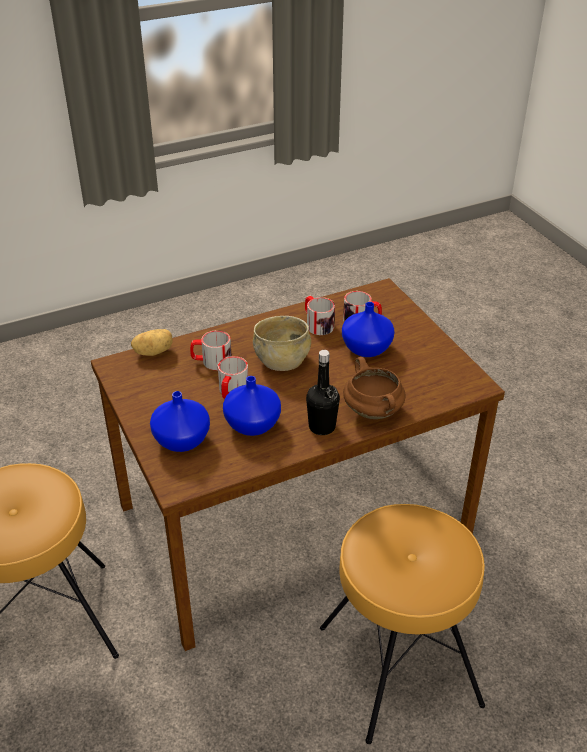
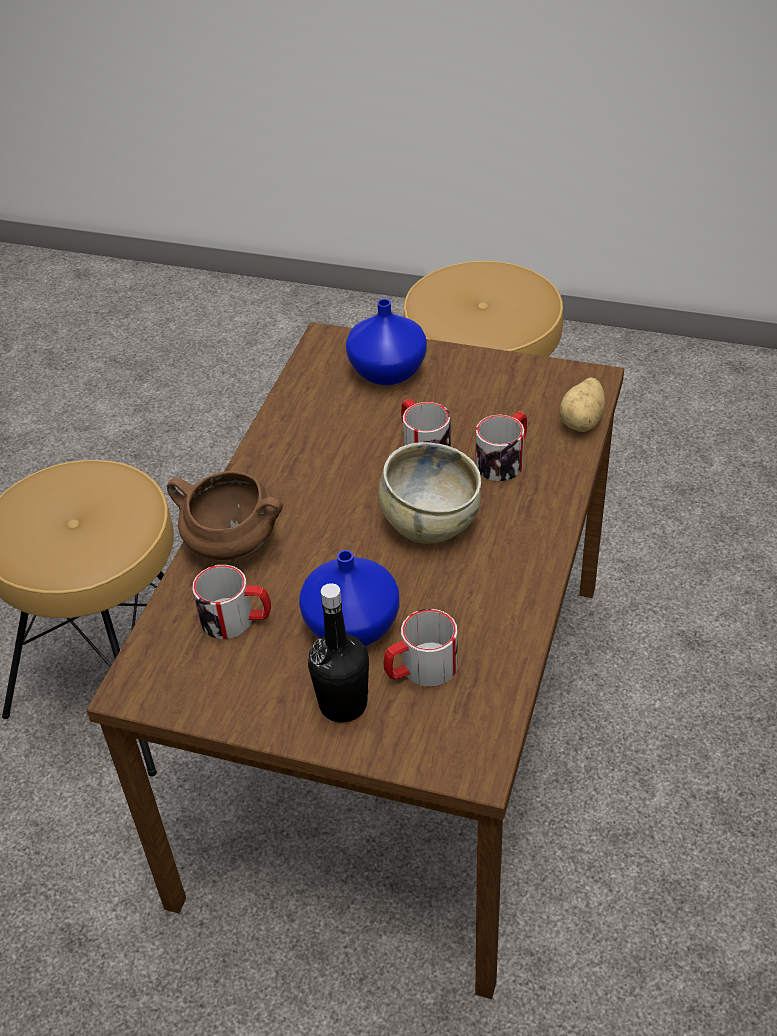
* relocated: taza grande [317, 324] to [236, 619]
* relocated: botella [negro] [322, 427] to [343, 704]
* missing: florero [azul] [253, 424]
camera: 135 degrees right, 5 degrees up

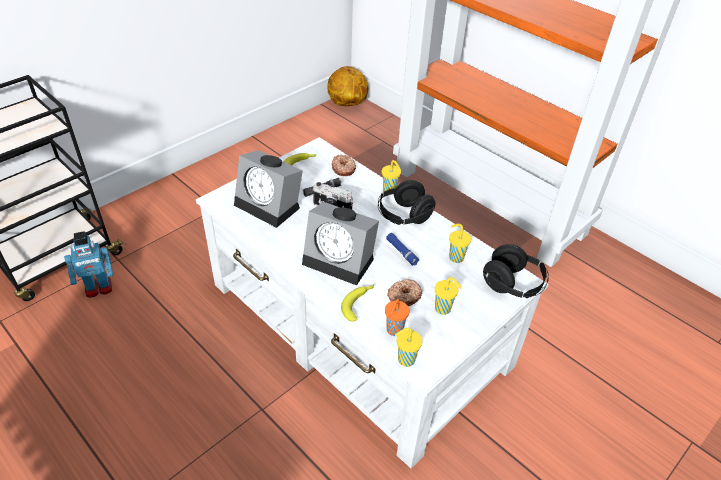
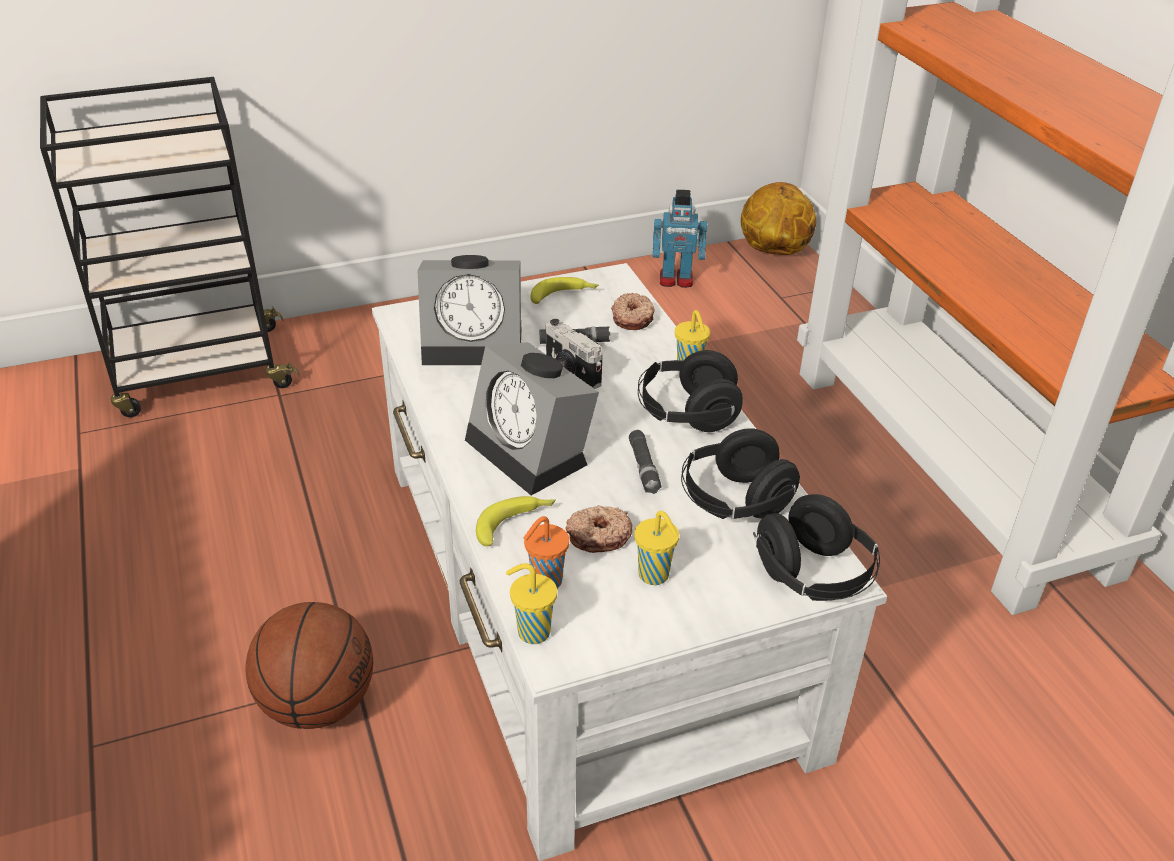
* appeared: balón de baloncesto [318, 702]
* spun: despertador [270, 205] = [476, 343] 60 degrees counterclockwise
* colour: linterna [azul] [402, 252] to linterna [negro] [644, 467]
* relocated: robot de juguete [98, 288] to [676, 280]
* exchanged: taza [amarillo] [455, 257] to auriculares [negro] [734, 501]
camera: 25 degrees right, 5 degrees down

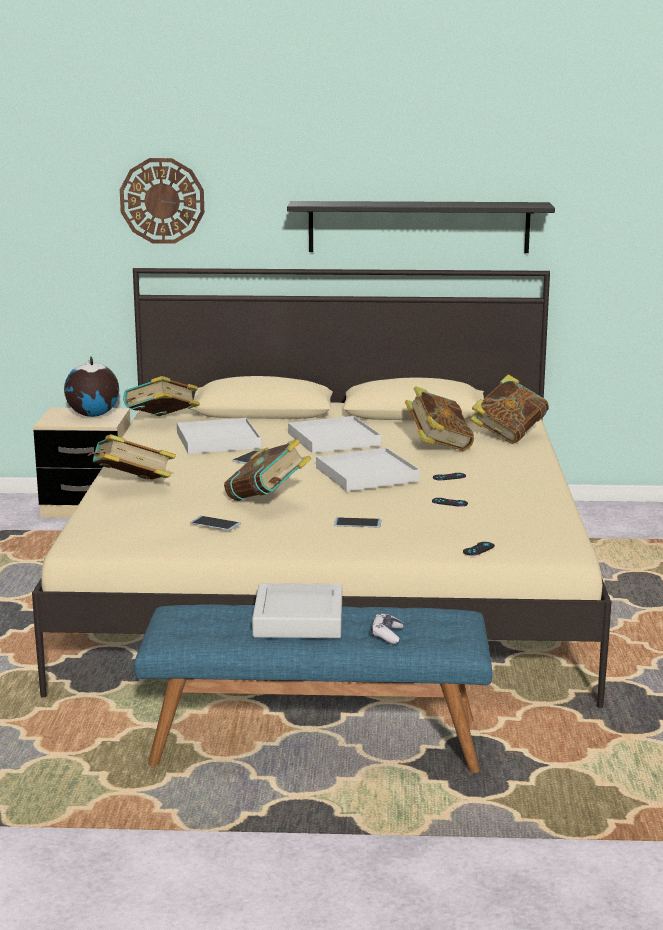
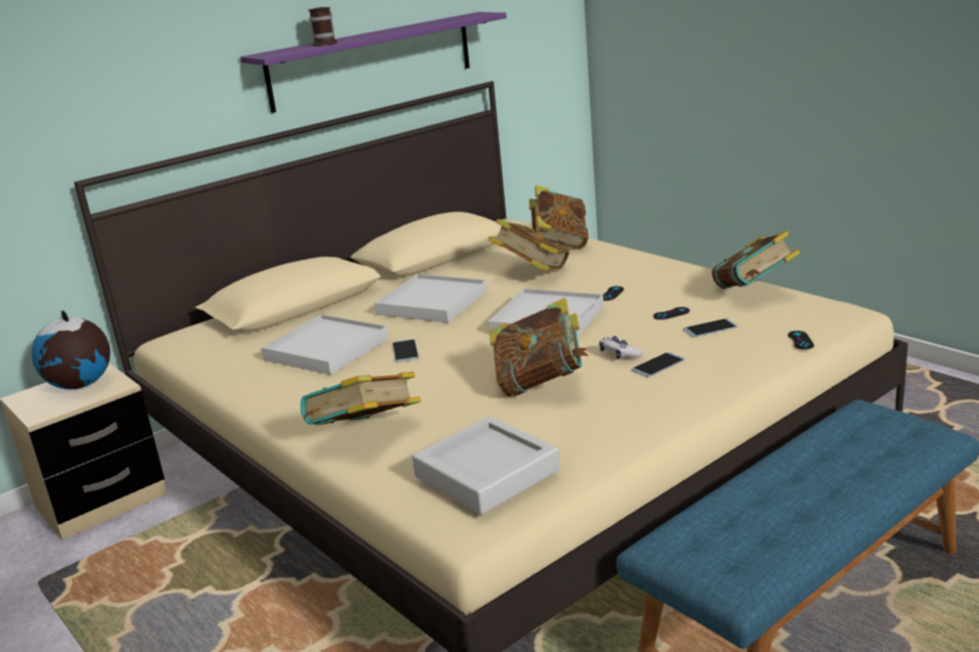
* colour: estante [negro] [418, 227] to estante [morado] [372, 60]
* appeared: taza grande [327, 43]
* relocated: bandeja [gris] [298, 619] to [487, 473]
* relocated: mando de consola [387, 635] to [619, 354]
* relocated: móvil [215, 524] to [710, 328]
* relocated: libro [162, 423] to [754, 292]
* missing: reloj de pared [162, 200]
camera: 40 degrees left, 5 degrees up

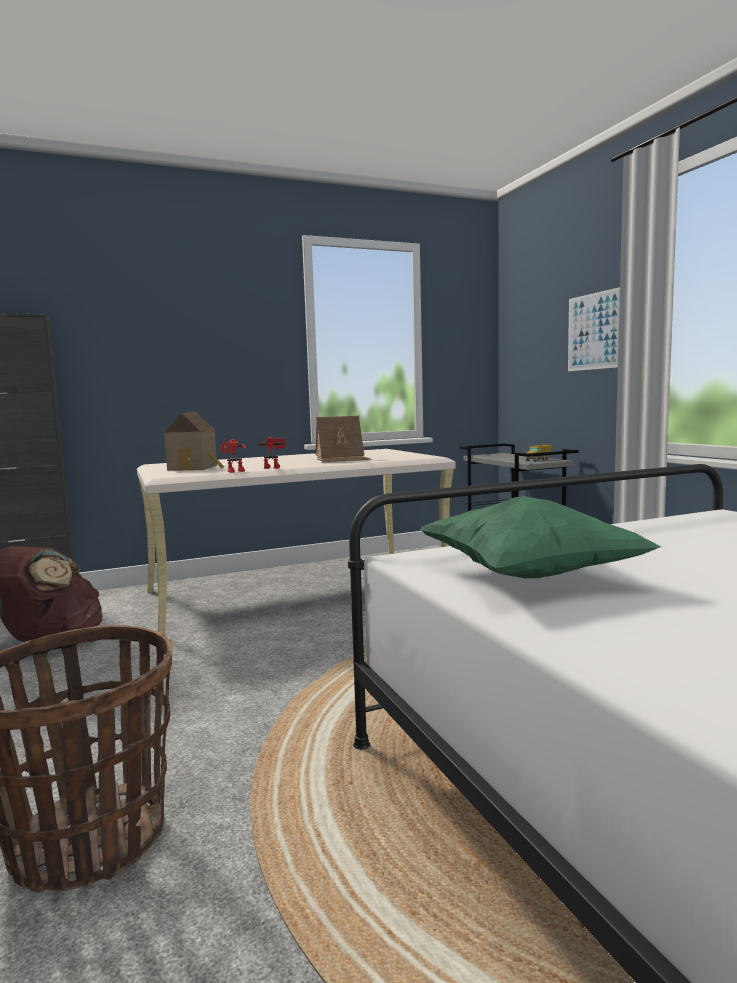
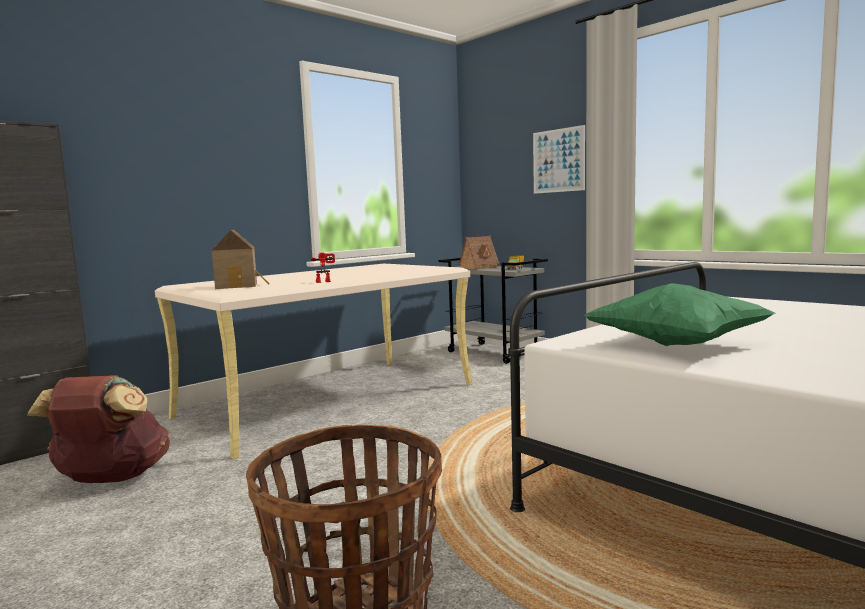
* relocated: casita [342, 459] to [480, 267]
* missing: robot de juguete [235, 471]
camera: 20 degrees left, 0 degrees up

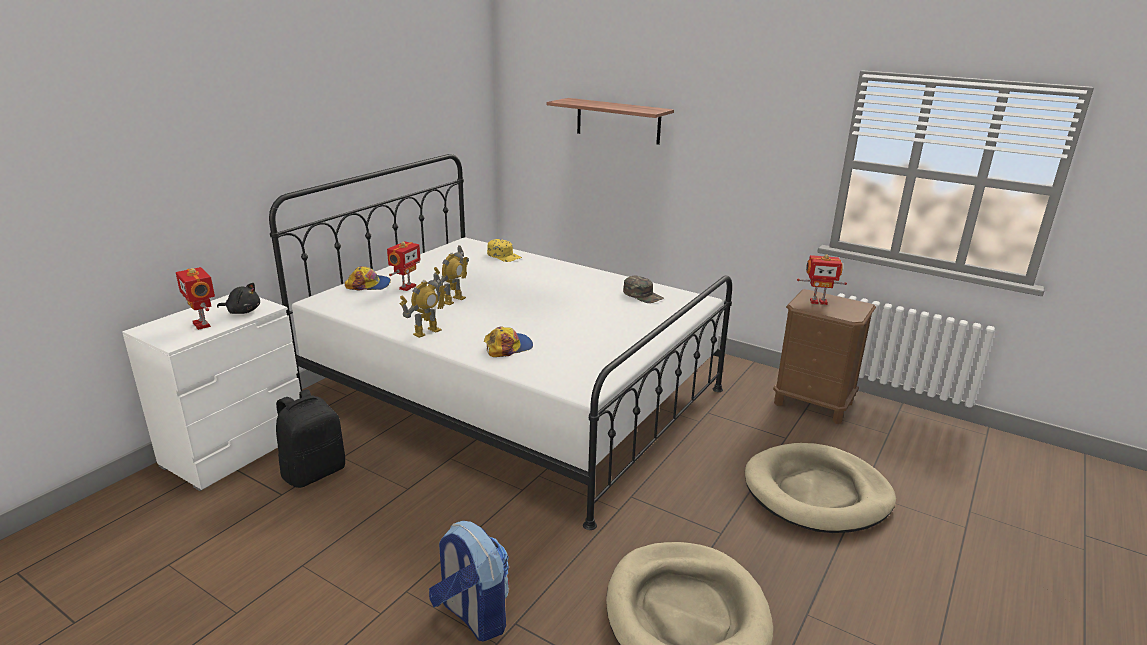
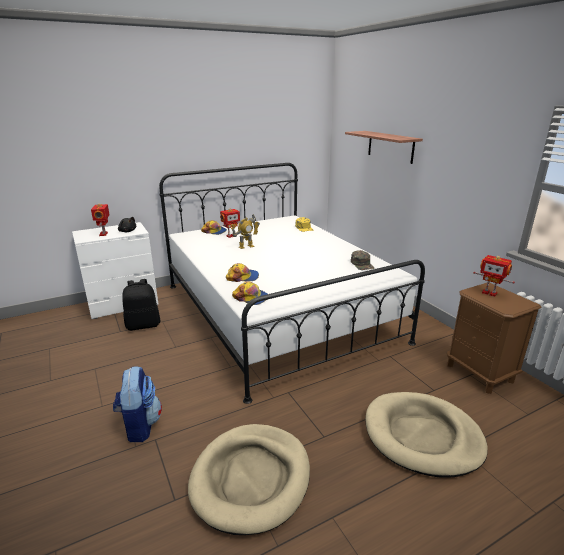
* appeared: gorra [251, 298]
* missing: robot de juguete [427, 332]
camera: 30 degrees right, 0 degrees up

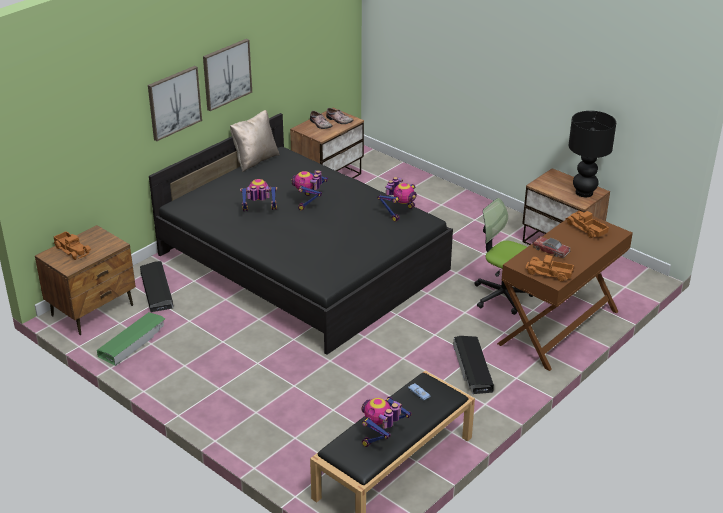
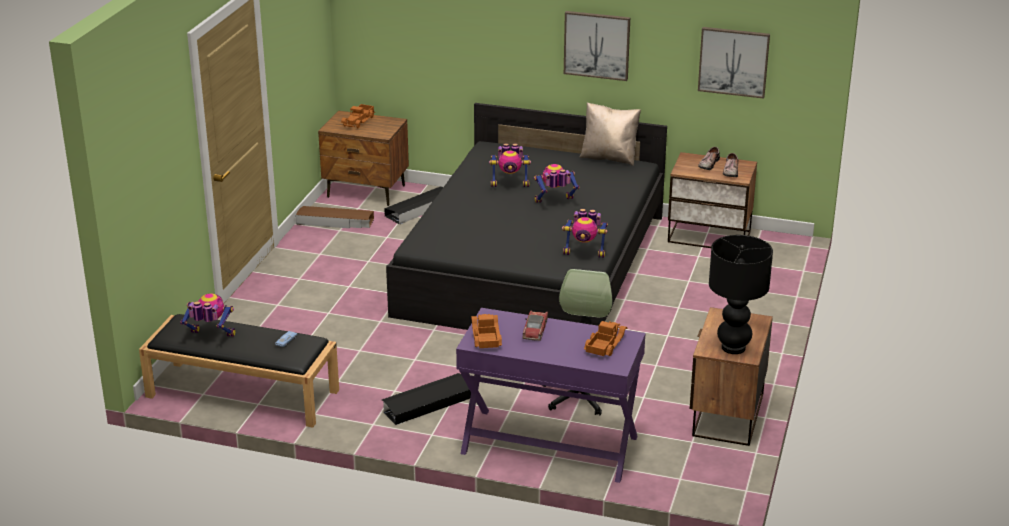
* colour: caja de almacenaje [verde] [133, 342] to caja de almacenaje [marrón] [335, 222]
* colour: escritorio [marrón] [559, 328] to escritorio [morado] [549, 445]
* spun: robot de juguete [259, 212] = [510, 184] 120 degrees clockwise
* relocated: cuadro [174, 102] to [733, 61]
camera: 65 degrees right, 5 degrees down

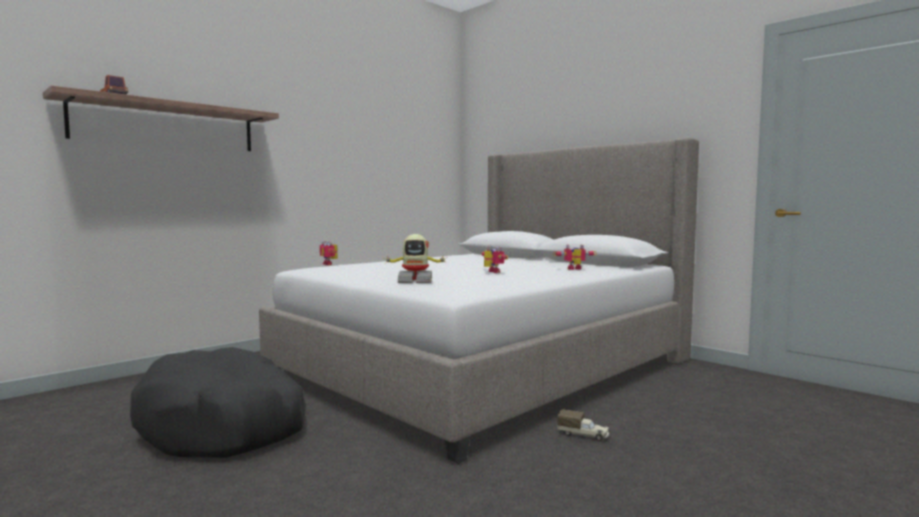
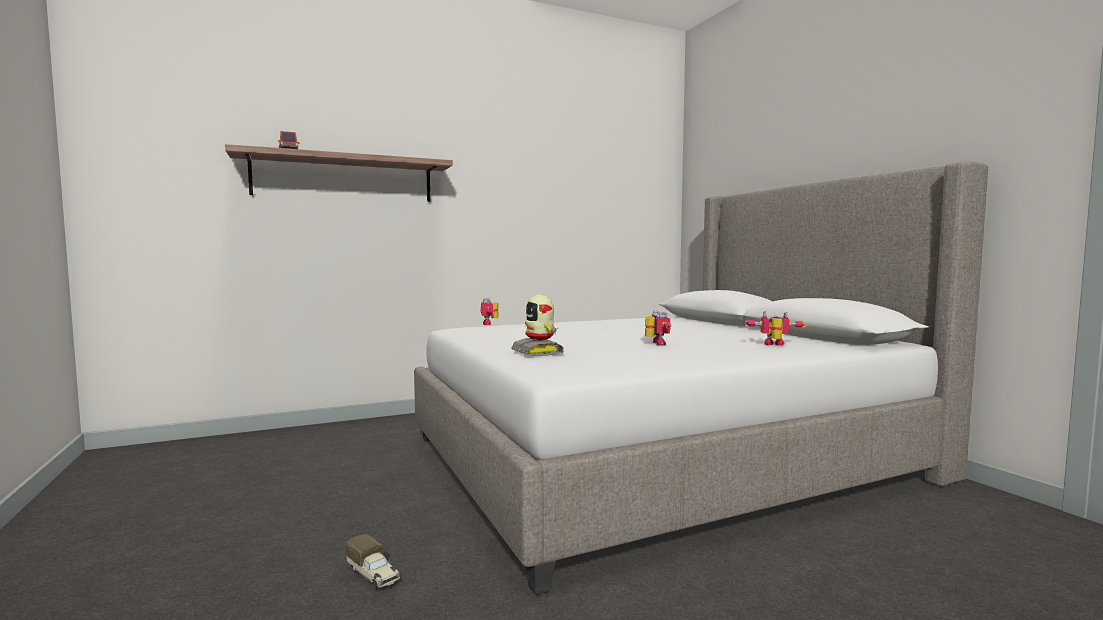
* relocated: camión de juguete [583, 435] to [374, 576]
* spun: robot de juguete [415, 281] = [538, 352] 45 degrees clockwise
* missing: cama para perro [negro] [225, 425]
camera: 20 degrees right, 0 degrees up

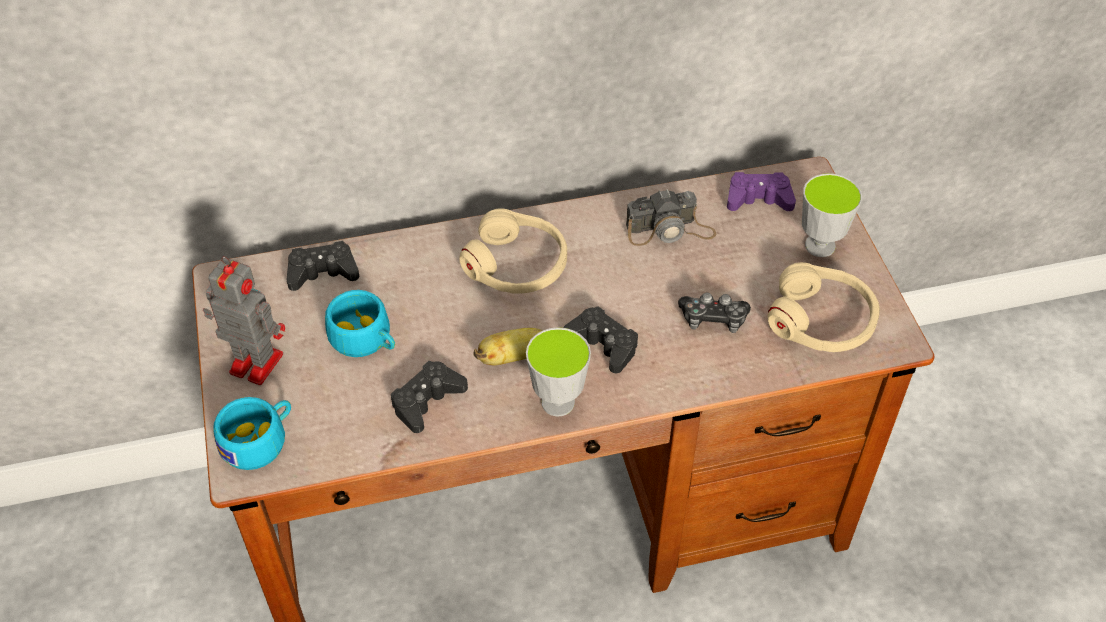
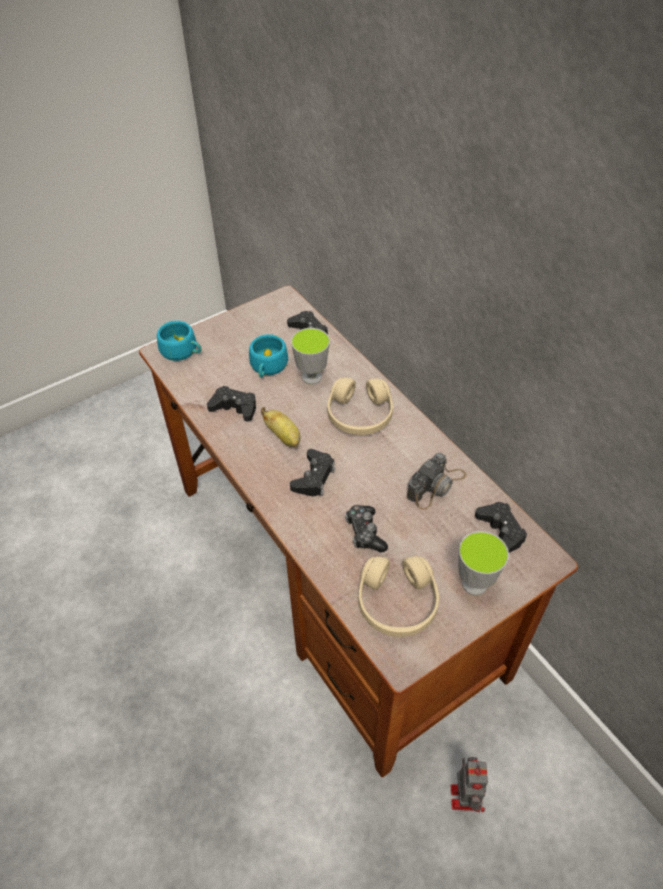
* relocated: taza [558, 402] to [312, 377]
* spun: cámara [670, 230] = [436, 485] 105 degrees counterclockwise
* relocated: robot de juguete [254, 362] to [465, 795]
* colour: mando de consola [morado] [758, 199] to mando de consola [negro] [500, 531]
camera: 70 degrees right, 0 degrees up

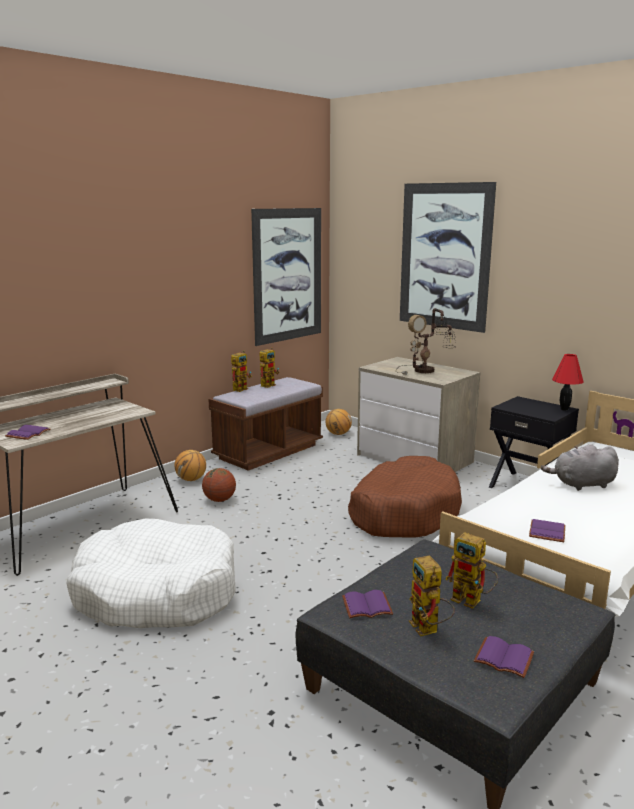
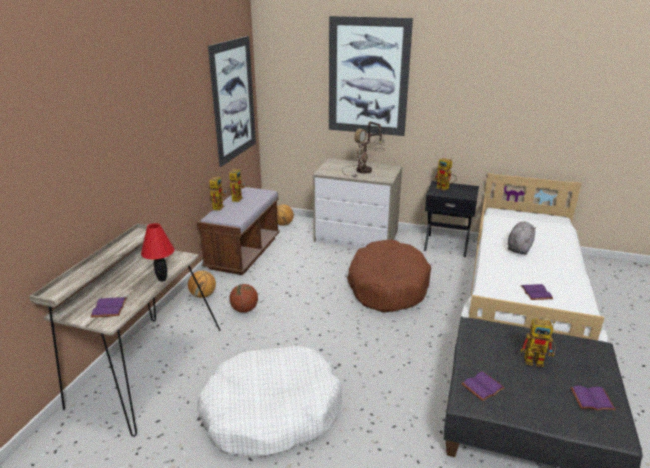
* relocated: lámpara de mesa [rojo] [564, 409] to [162, 279]
* relocated: robot de juguete [429, 630] to [445, 188]
* spun: peluche [gris] [581, 484] = [519, 247] 150 degrees clockwise
camera: 25 degrees left, 10 degrees up

